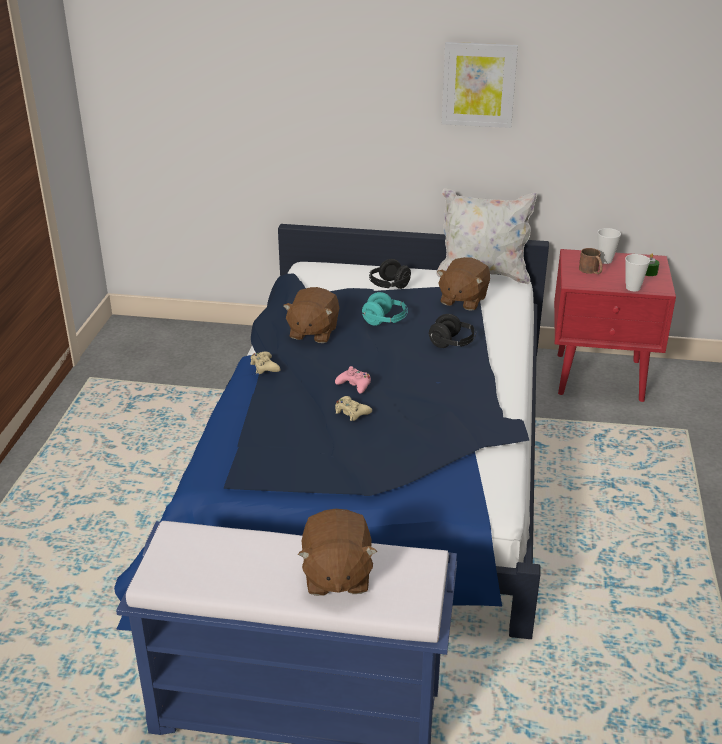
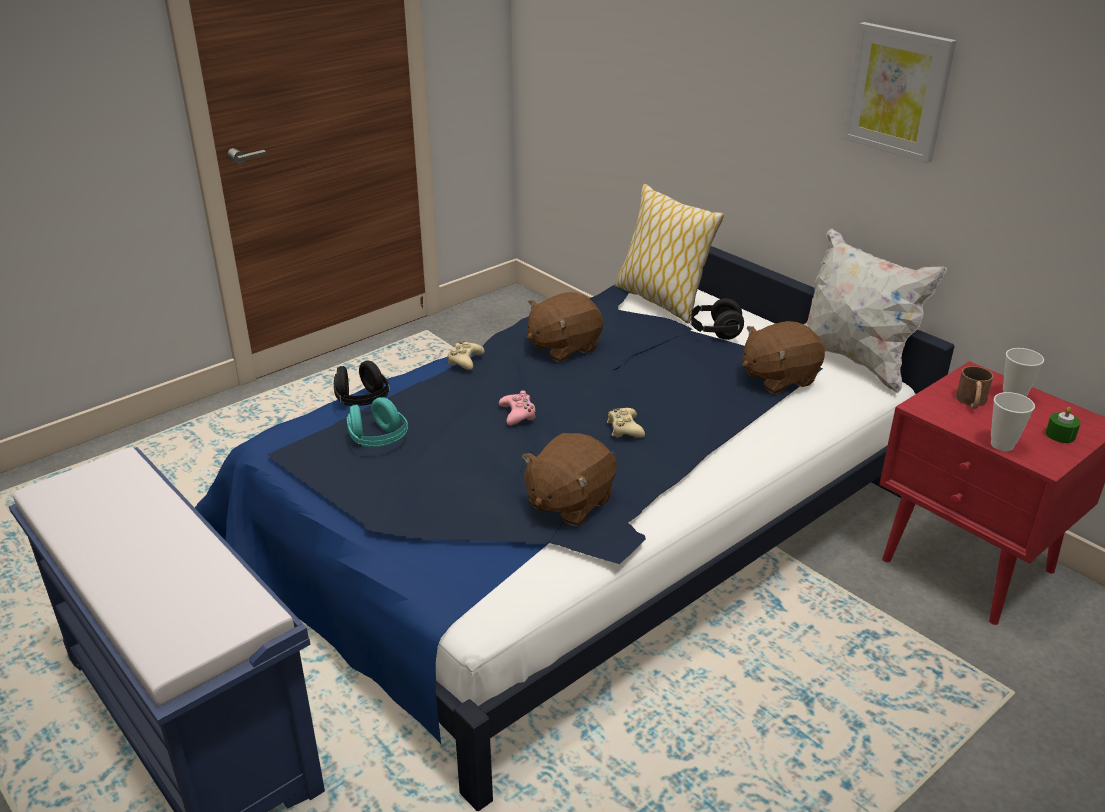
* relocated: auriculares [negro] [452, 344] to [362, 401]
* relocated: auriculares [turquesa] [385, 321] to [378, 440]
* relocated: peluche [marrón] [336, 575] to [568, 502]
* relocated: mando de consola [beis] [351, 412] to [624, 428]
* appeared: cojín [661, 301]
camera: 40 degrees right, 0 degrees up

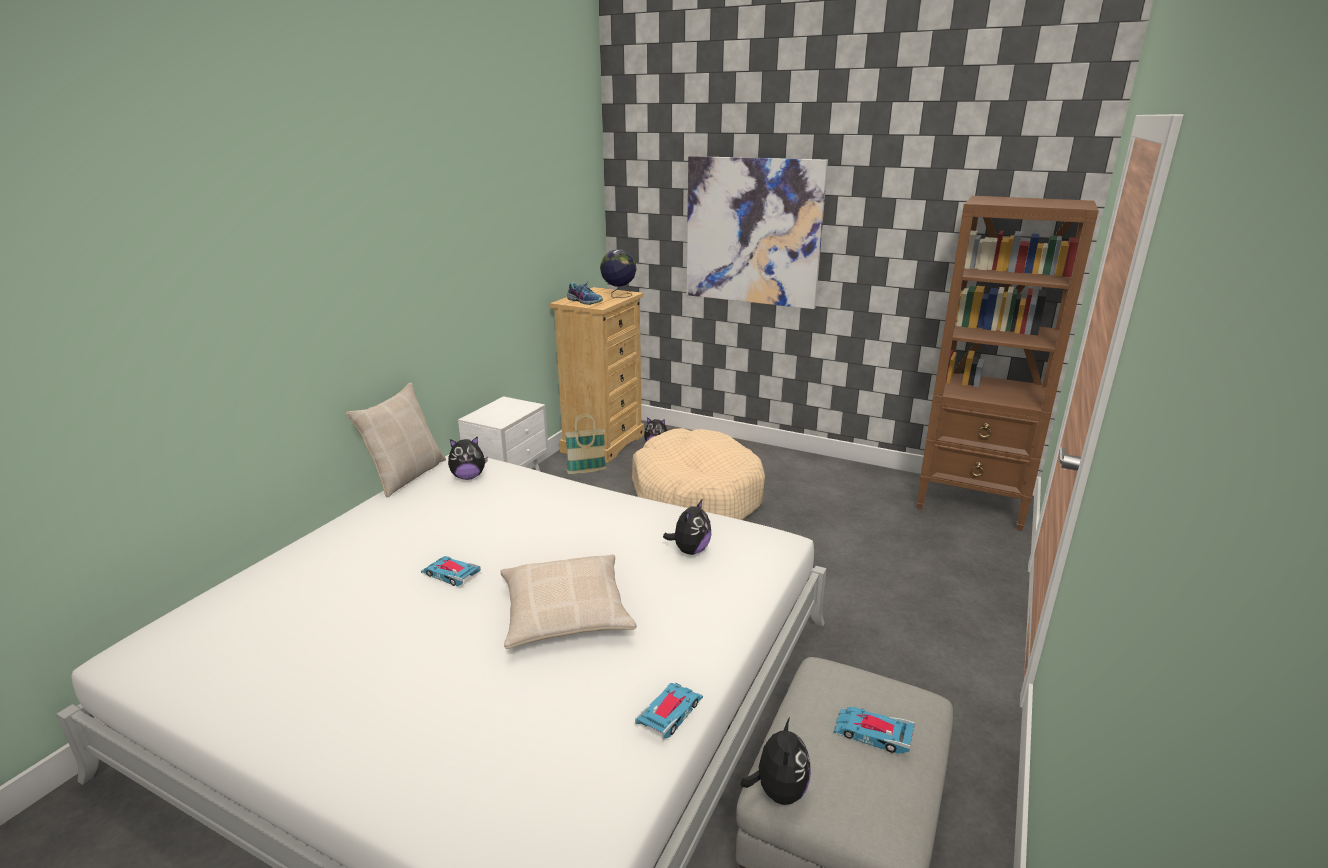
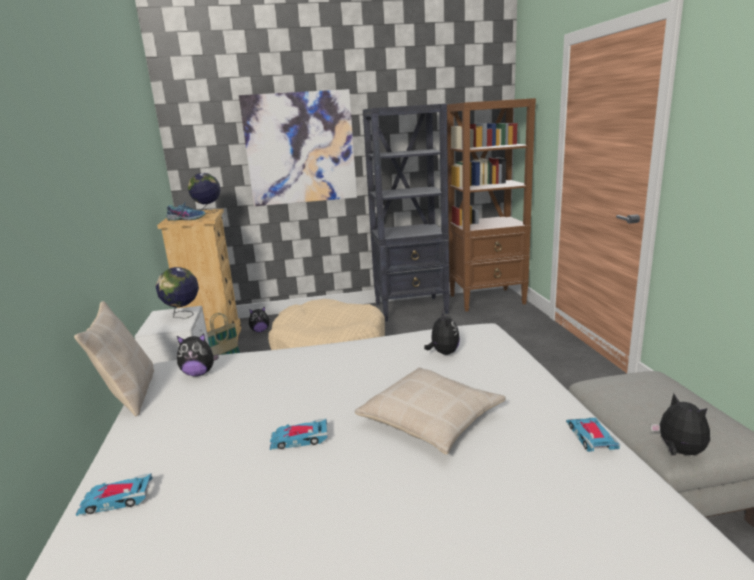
* relocated: coche de juguete [872, 733] to [116, 499]
* appeared: globo terráqueo [183, 316]
* spun: peluche [468, 477] = [199, 373] 45 degrees clockwise
* appeared: estantería [negro] [412, 309]
camera: 35 degrees left, 5 degrees down

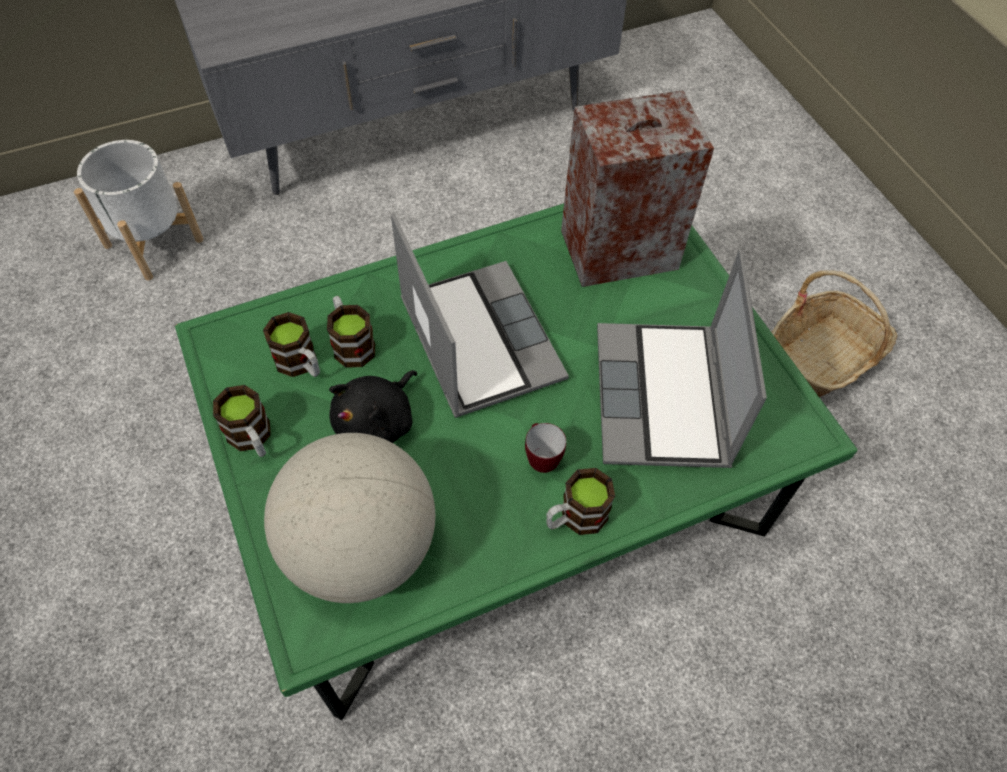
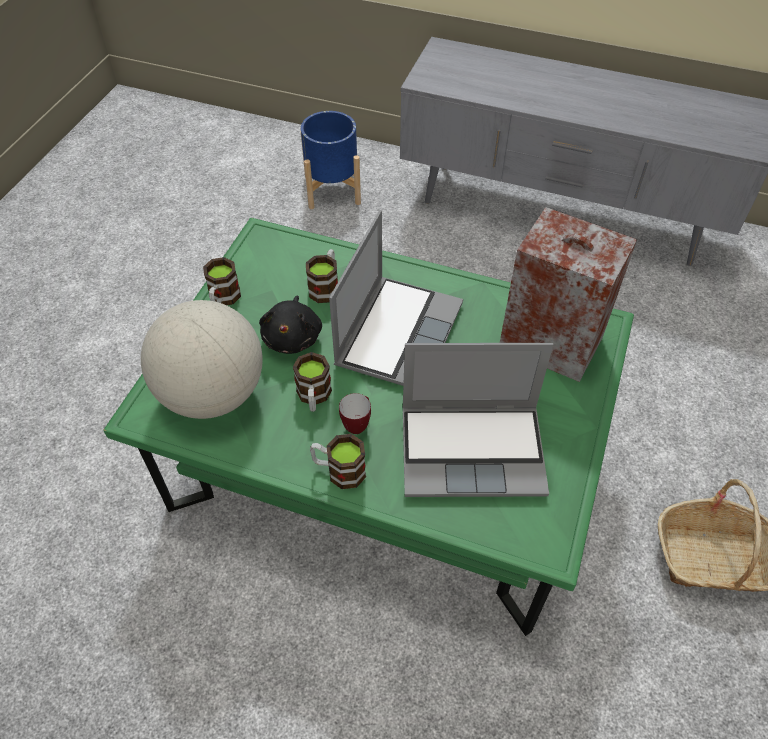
* spun: peluche [negro] [378, 422] = [293, 337] 75 degrees counterclockwise
* relocated: taza grande [301, 364] to [314, 397]
* colour: maceta [blanco] [153, 242] to maceta [azul] [332, 190]
* spun: portátil [664, 399] = [474, 449] 135 degrees counterclockwise
camera: 45 degrees right, 5 degrees down

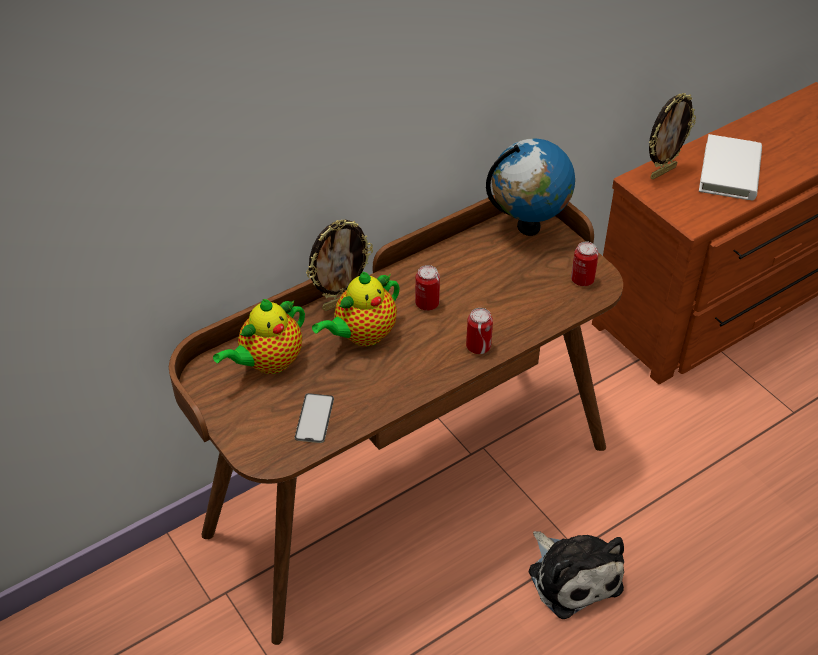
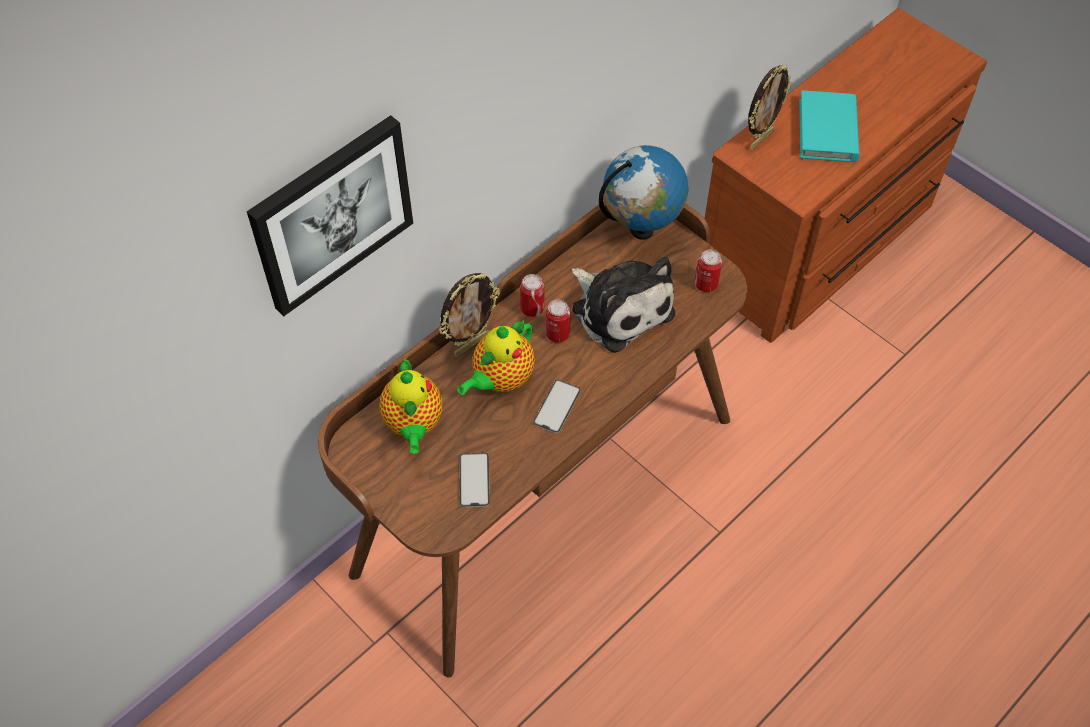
* appeared: cuadro [331, 214]
* spun: tetera [268, 363] = [413, 425] 45 degrees counterclockwise
* relocated: lata [478, 346] to [532, 308]
* appeared: móvil [557, 406]
* relocated: peluche [572, 575] to [619, 308]
* colour: libro [blanco] [730, 172] to libro [turquesa] [827, 130]
camera: 10 degrees left, 10 degrees up

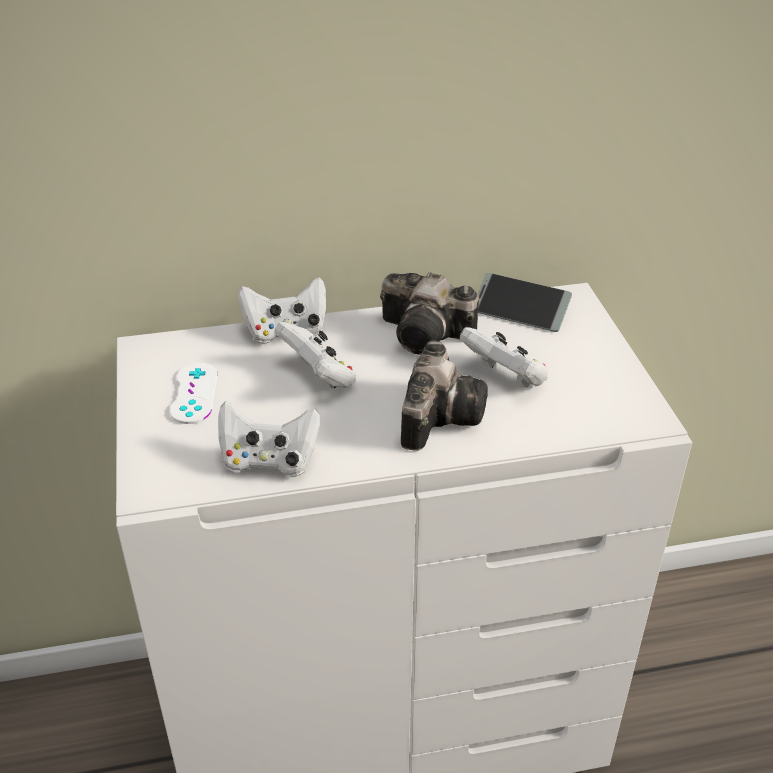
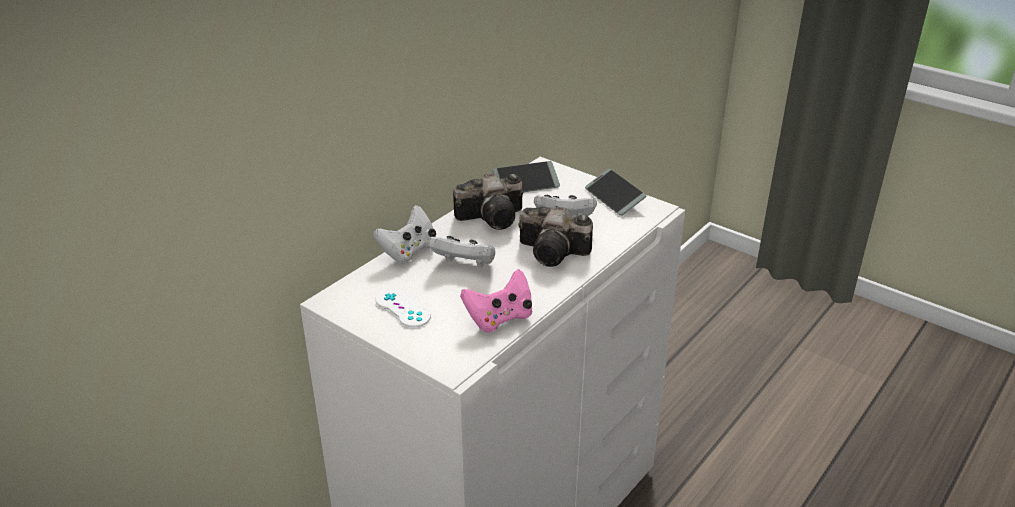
* colour: mando de consola [blanco] [269, 461] to mando de consola [rosa] [499, 318]
* spun: cámara [439, 414] = [556, 253] 135 degrees clockwise
* appeared: móvil [614, 198]
camera: 40 degrees left, 5 degrees down

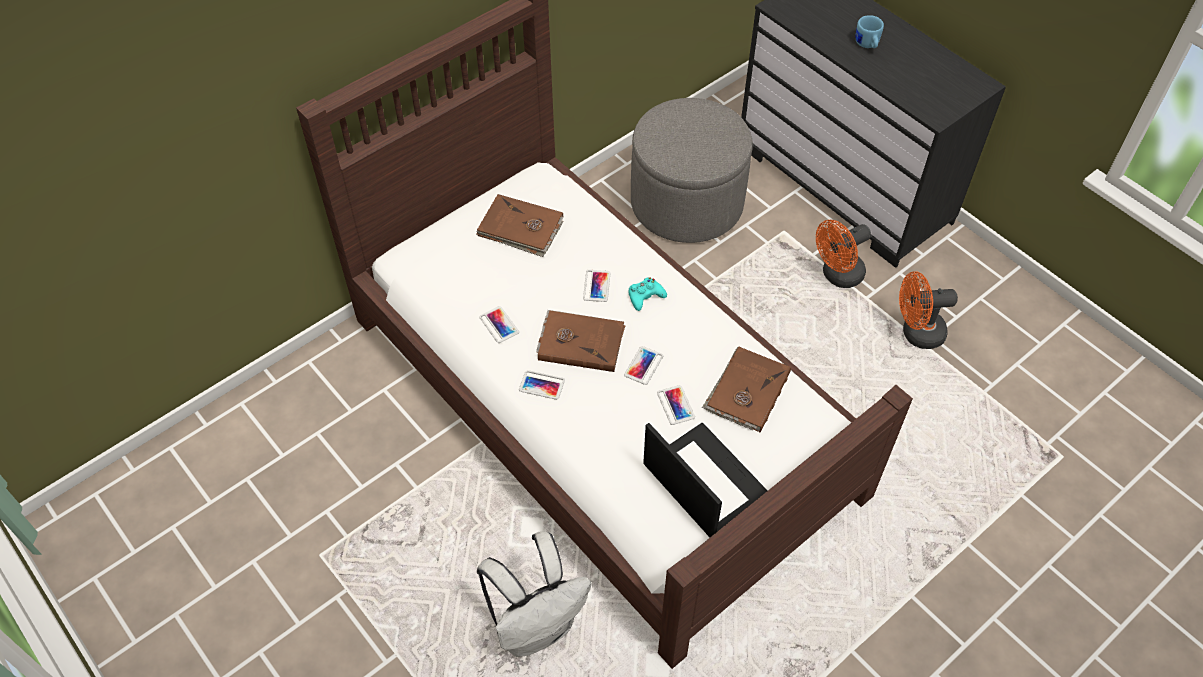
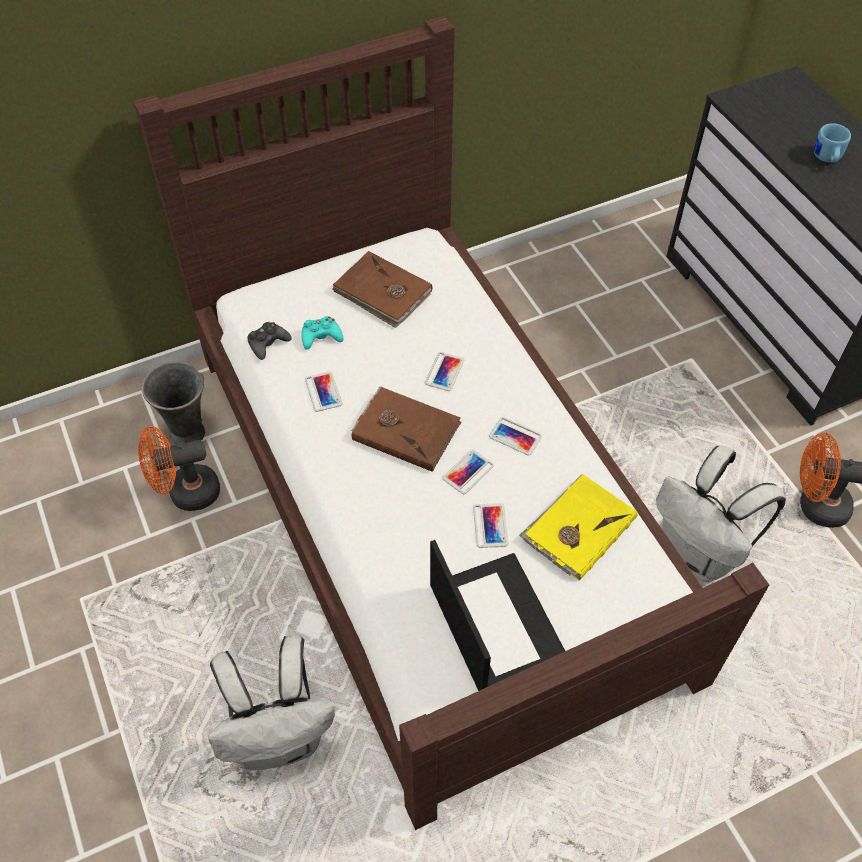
* relocated: ventilador [naranja] [837, 276] to [186, 493]
* appeared: florero [gris] [189, 434]
* appeared: mando de consola [negro] [268, 343]
* relocated: mando de consola [turquesa] [645, 296] to [321, 336]
* relocated: móvil [541, 385] to [515, 436]
* colour: libro [marrón] [746, 391] to libro [amarillo] [577, 528]
* appeared: mochila [blanco] [699, 553]
* missing: puf [gris] [686, 203]
camera: 15 degrees right, 0 degrees up

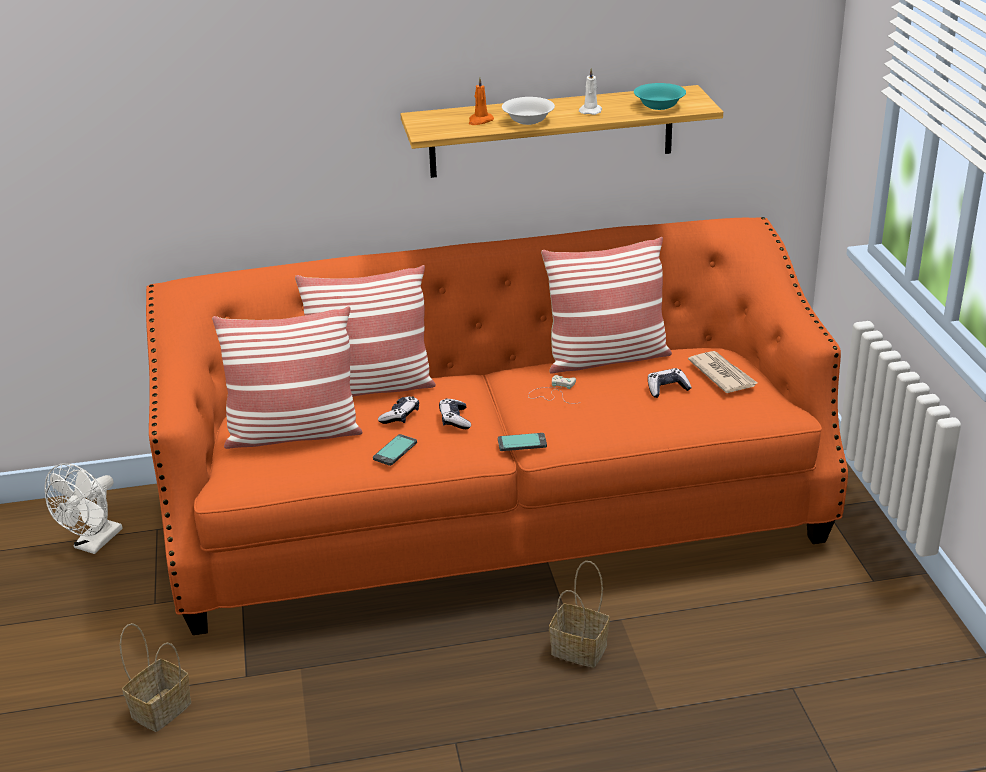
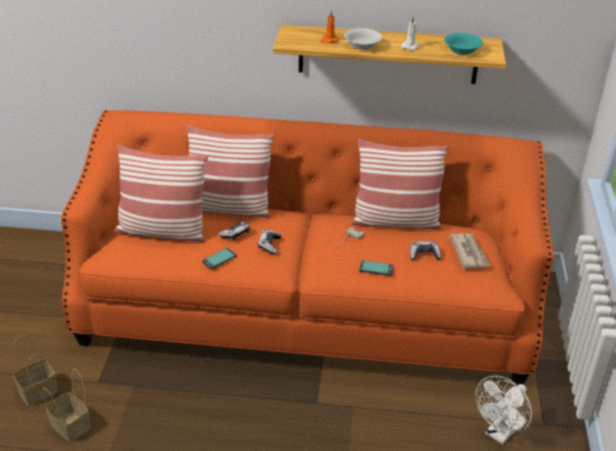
* relocated: cesta [581, 649] to [72, 426]
* relocated: móvil [522, 443] to [376, 268]
* relocated: ventilador [blanco] [94, 544] to [500, 433]
camera: 15 degrees right, 5 degrees up

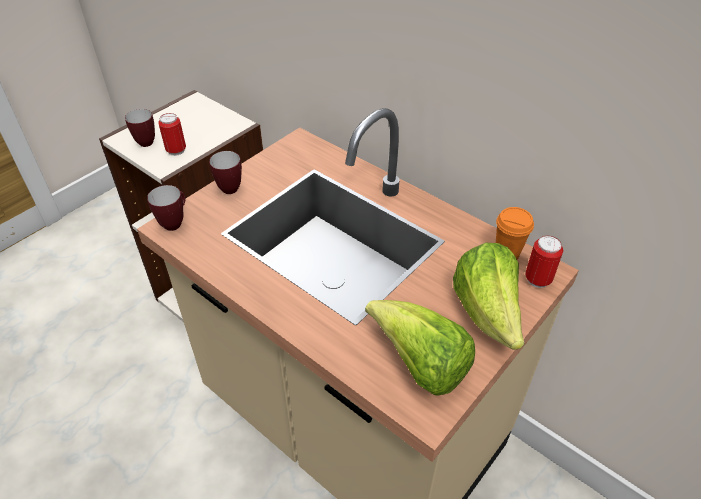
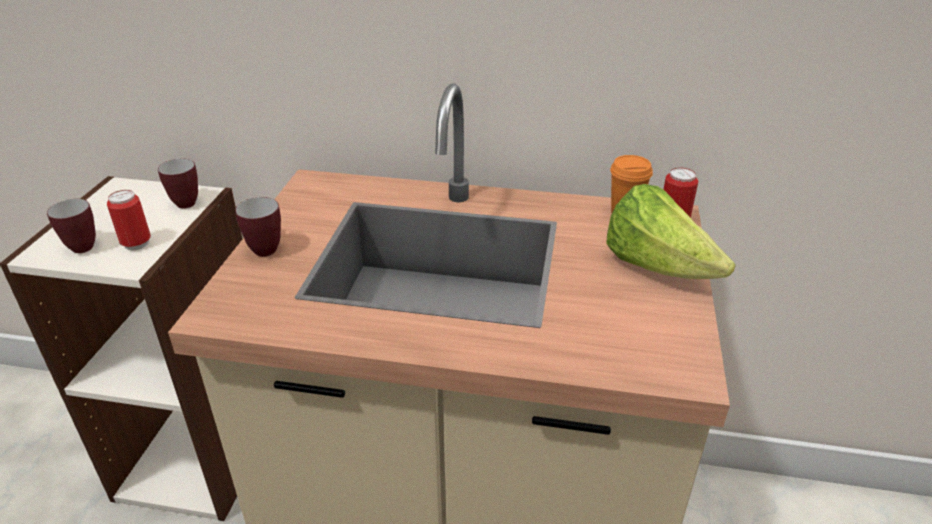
* relocated: taza grande [174, 222] to [186, 201]
* missing: lechuga [419, 364]
camera: 30 degrees left, 10 degrees down

